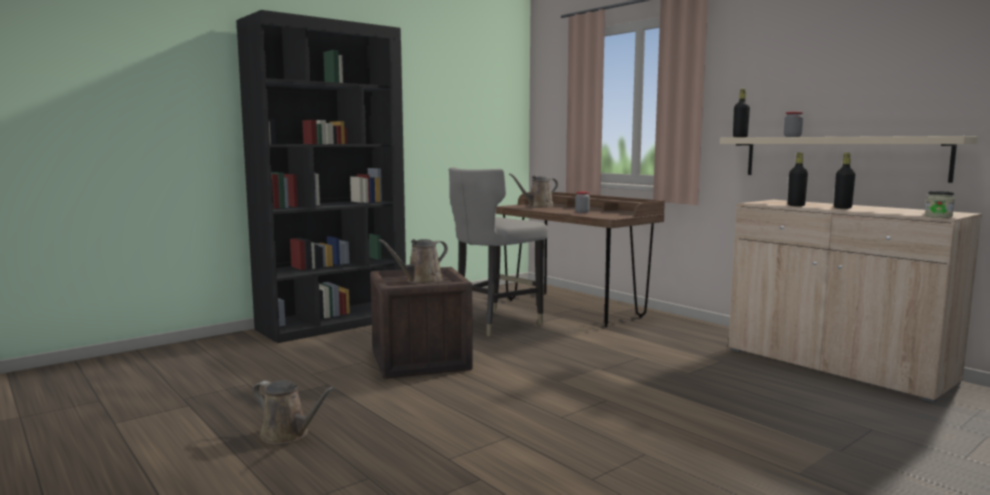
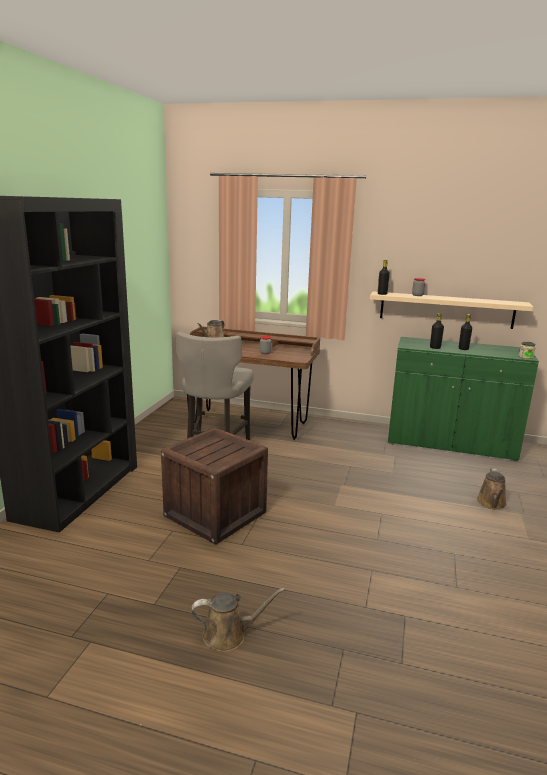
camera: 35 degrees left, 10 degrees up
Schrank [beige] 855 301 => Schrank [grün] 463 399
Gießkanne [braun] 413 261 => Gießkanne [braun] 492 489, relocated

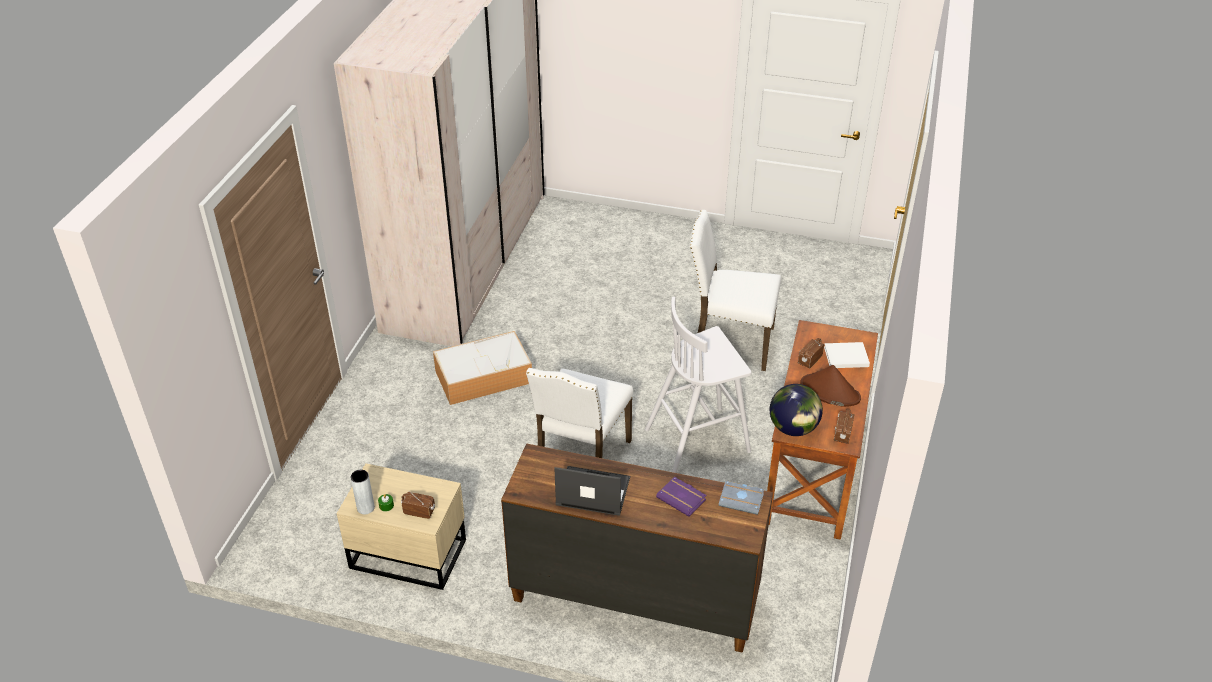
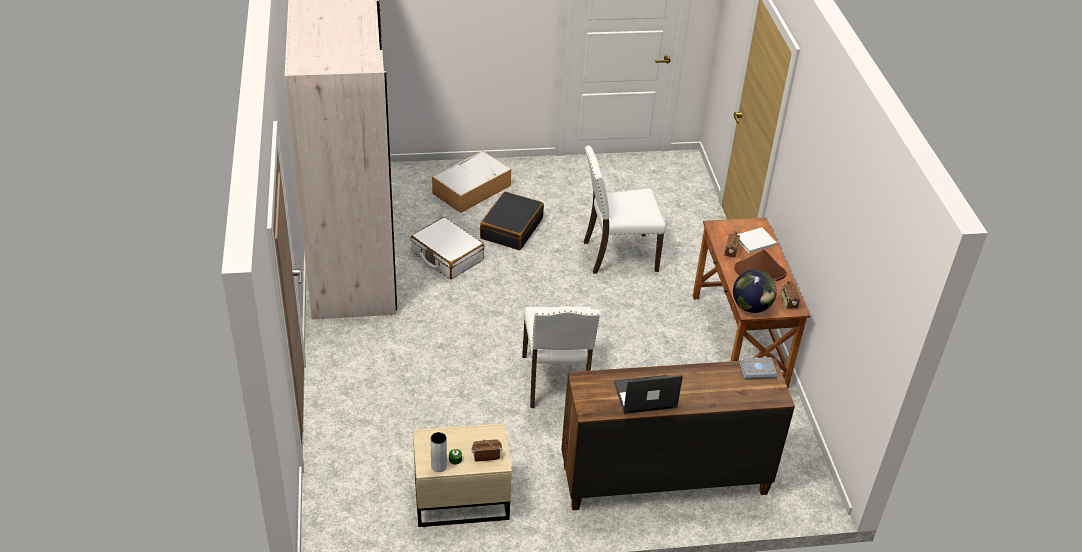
camera: 25 degrees left, 0 degrees up
Hocker [weiß] 698 385 => nothing
Aufbewahrungsbox 482 368 => Aufbewahrungsbox 471 182, relocated
Buch [lila] 681 497 => nothing
nothing => Koffer [schwarz] 512 220
nothing => Koffer [weiß] 447 248

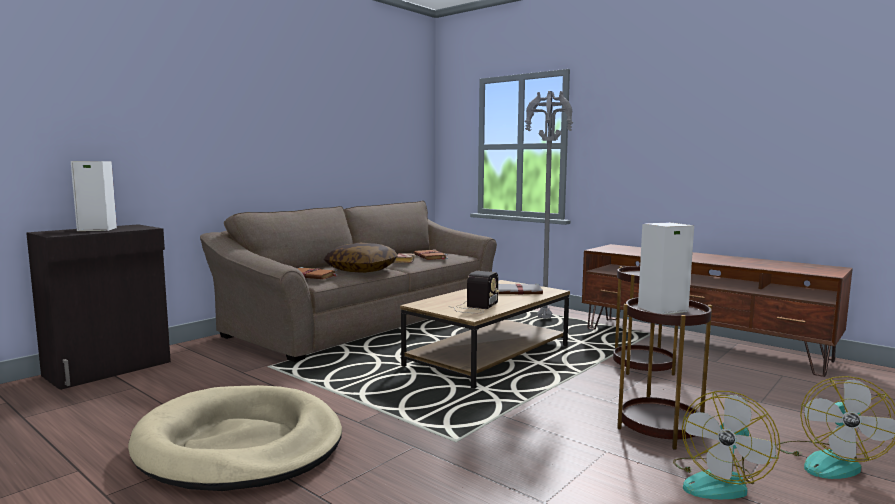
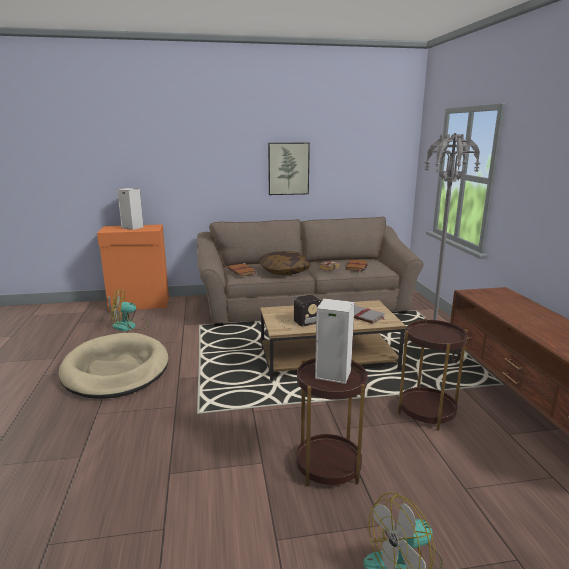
camera: 40 degrees right, 10 degrees up
Schrank [schwarz] 98 307 => Schrank [orange] 133 267
Ventilator 726 445 => Ventilator 130 310, relocated
nothing => Bild 289 169

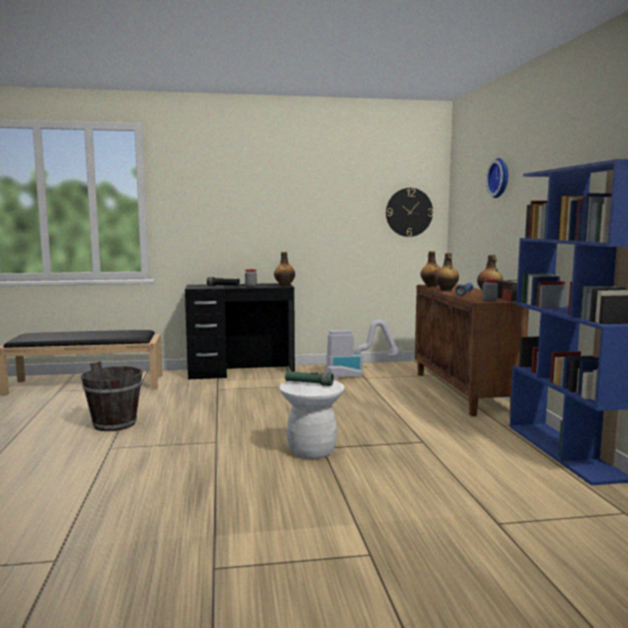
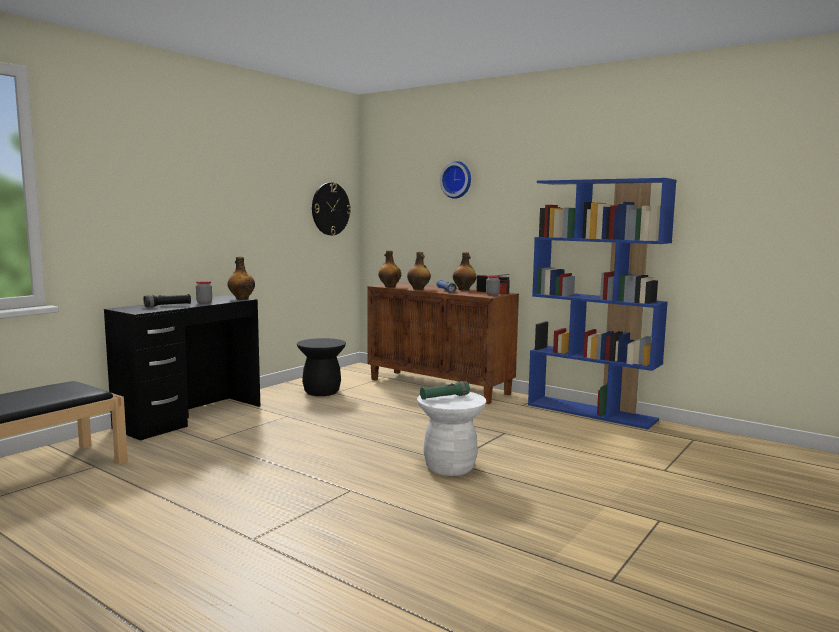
camera: 45 degrees left, 0 degrees up
Staubsauger 364 350 => Hocker [schwarz] 321 367
Eimer [braun] 112 396 => nothing

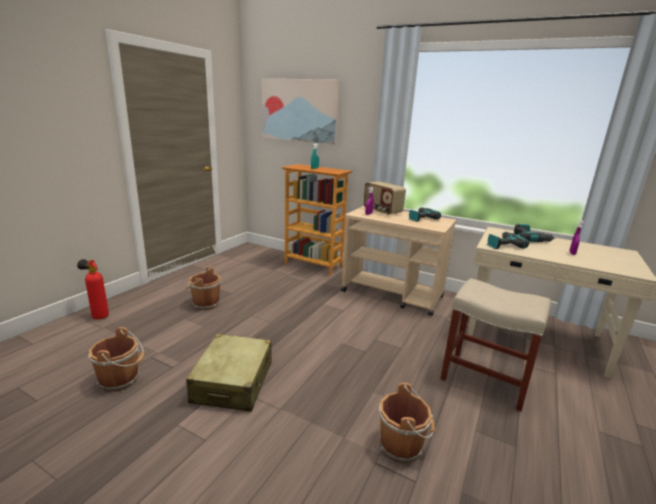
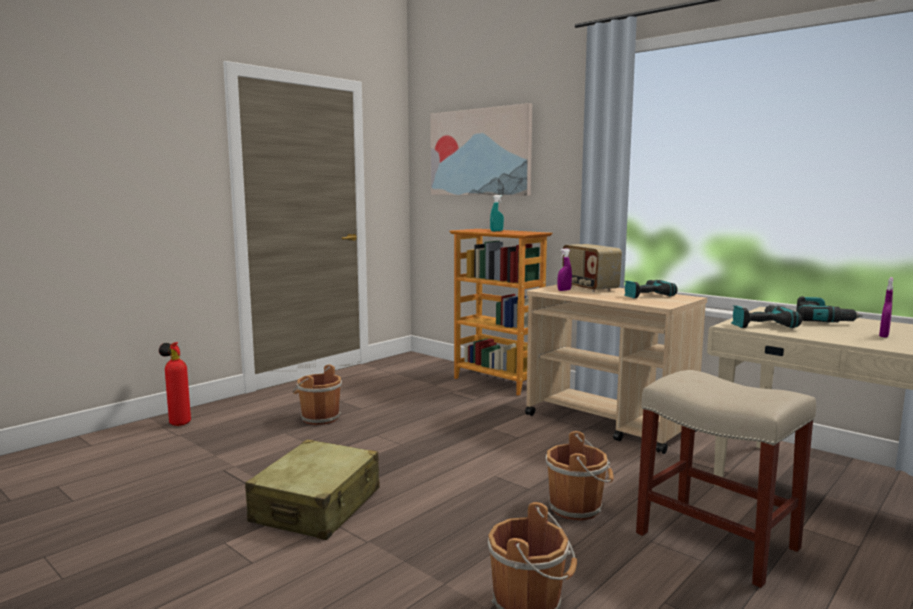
camera: 15 degrees right, 10 degrees down
Eimer [braun] 117 359 => Eimer [braun] 580 476, relocated

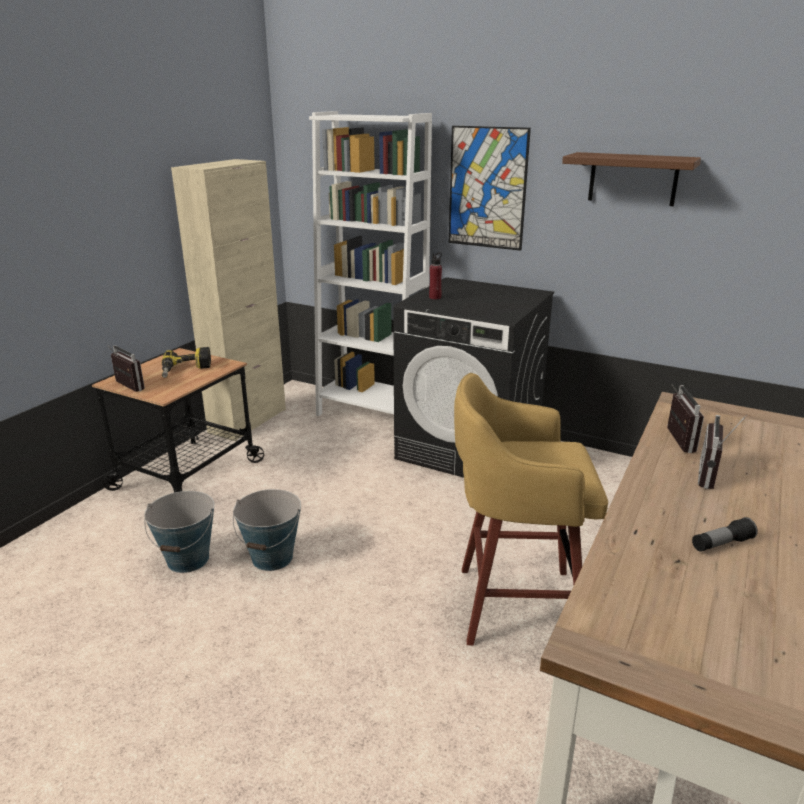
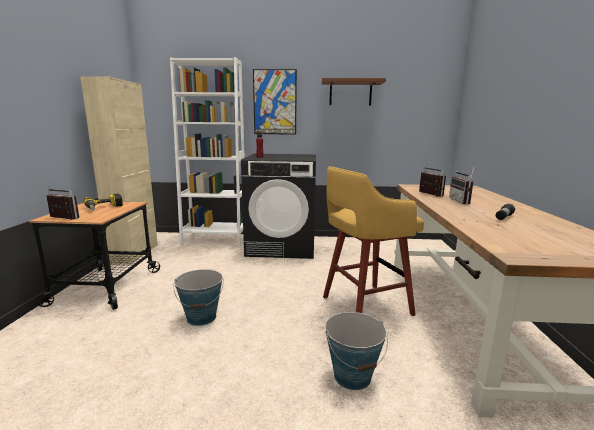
camera: 25 degrees left, 10 degrees down
Eimer 179 532 => Eimer 356 351, relocated

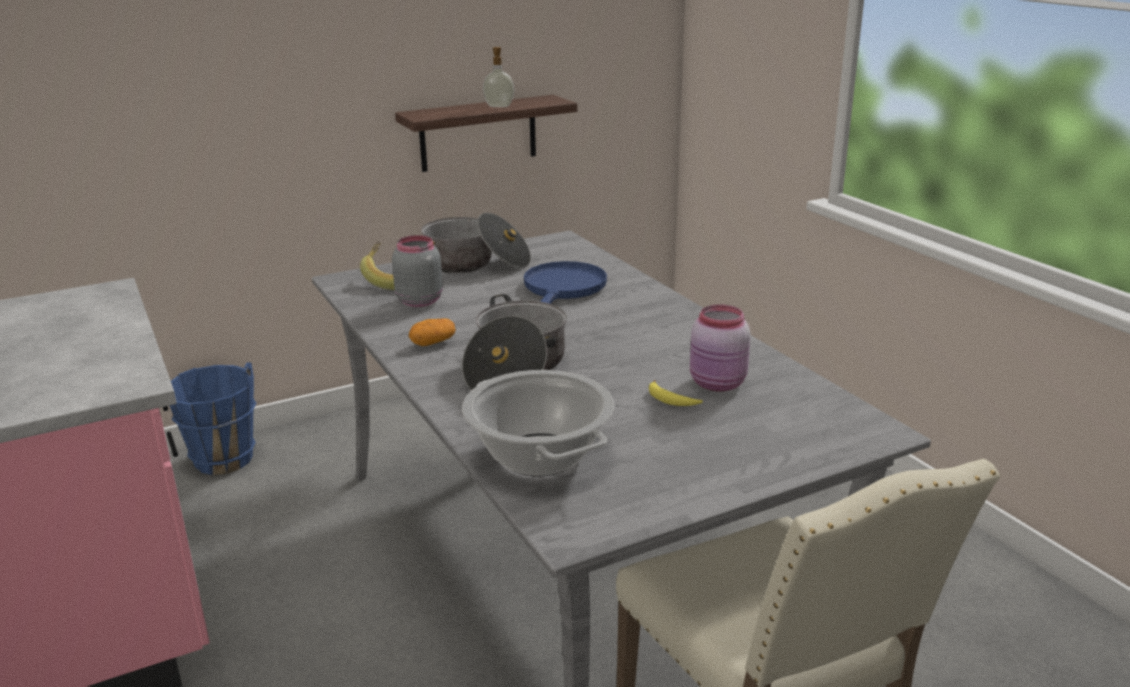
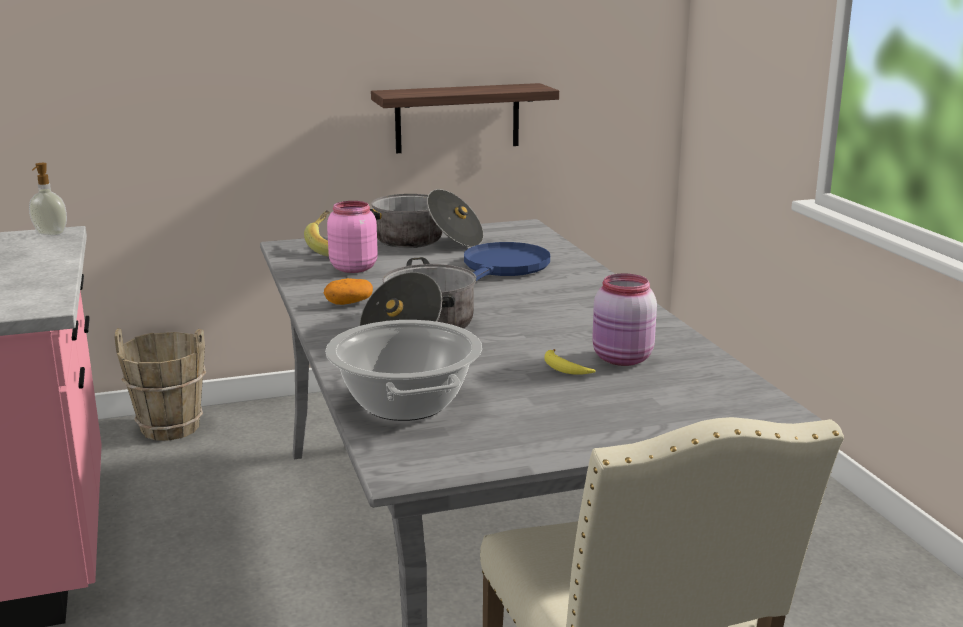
camera: 10 degrees right, 5 degrees down
Seifenspender 498 77 => Seifenspender 48 199, relocated
Vorratsglas [grau] 417 271 => Vorratsglas [rosa] 352 237
Eimer [blau] 213 419 => Eimer [braun] 160 384

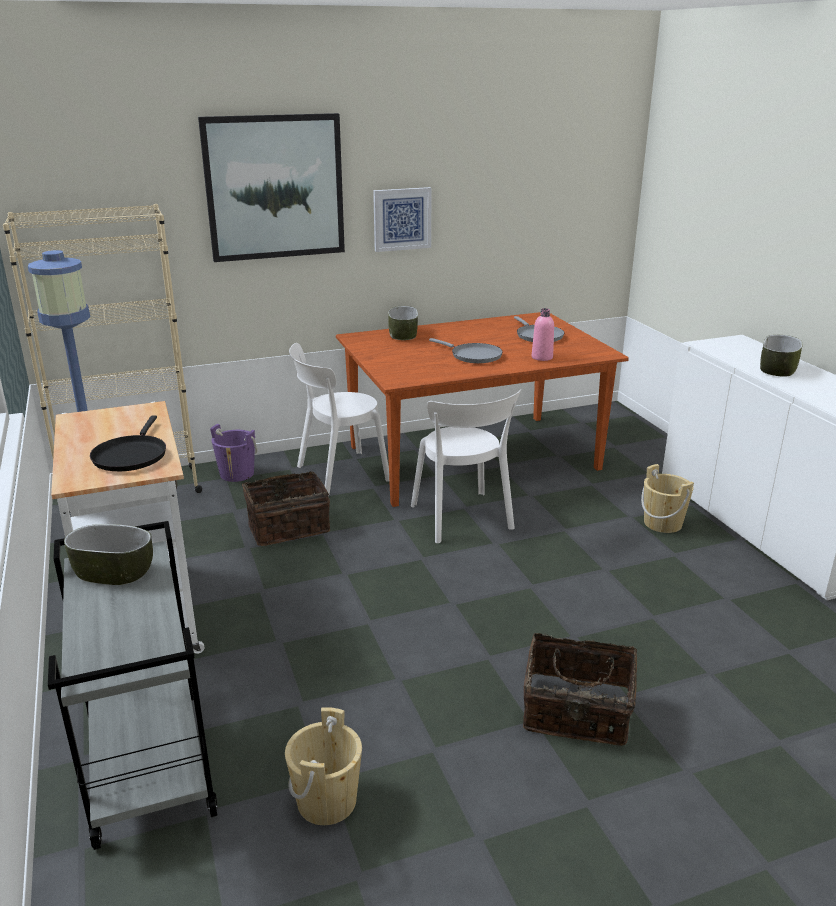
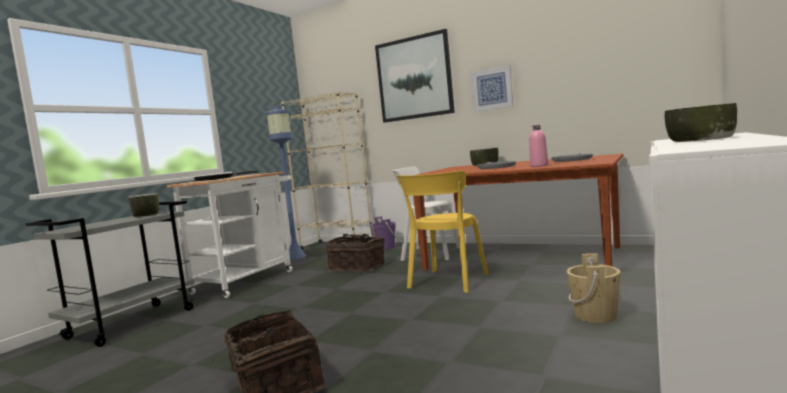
camera: 50 degrees right, 20 degrees down
Stuhl [weiß] 466 466 => Stuhl [gelb] 443 232
Eimer [beige] 323 766 => nothing

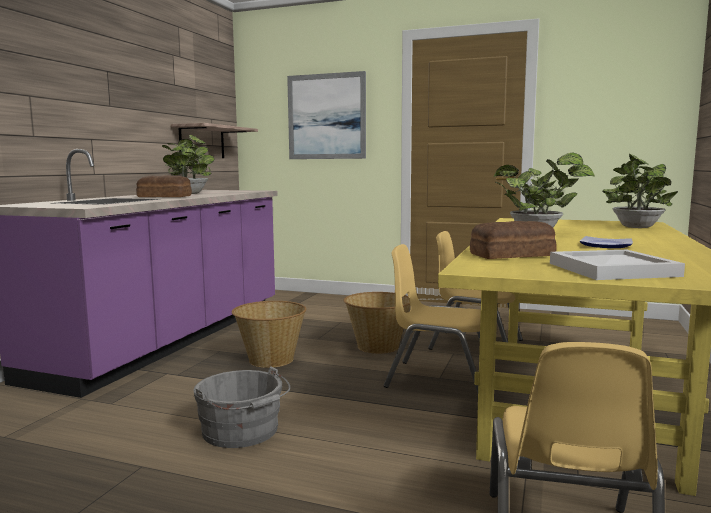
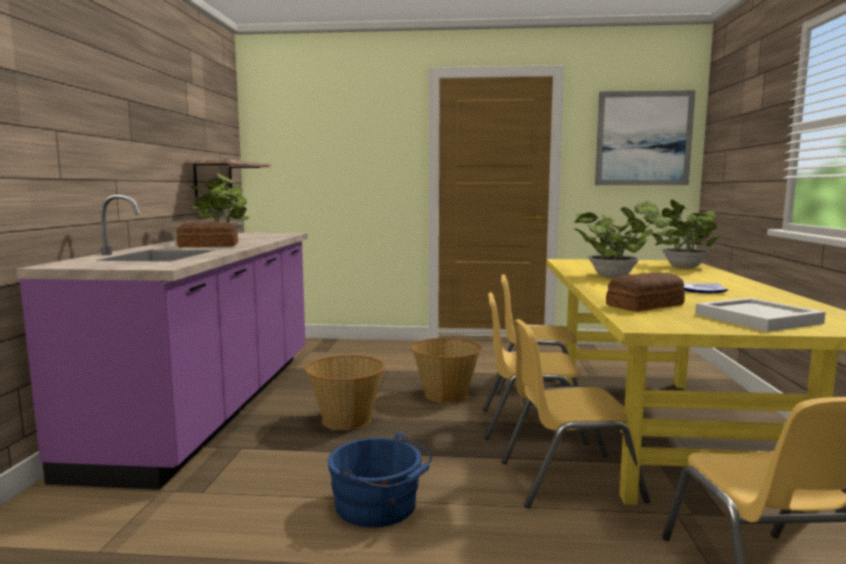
camera: 15 degrees left, 0 degrees up
Bild 326 115 => Bild 645 137, relocated
Eimer [grau] 241 407 => Eimer [blau] 380 480
nothing => Stuhl [gelb] 575 413

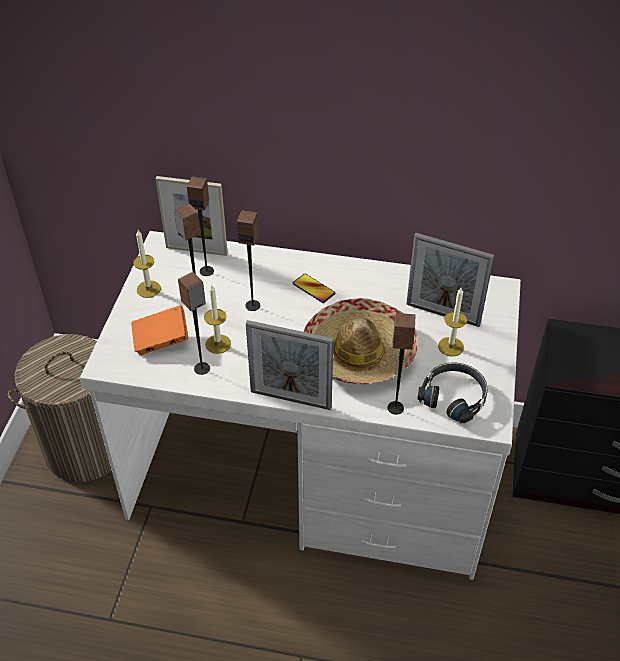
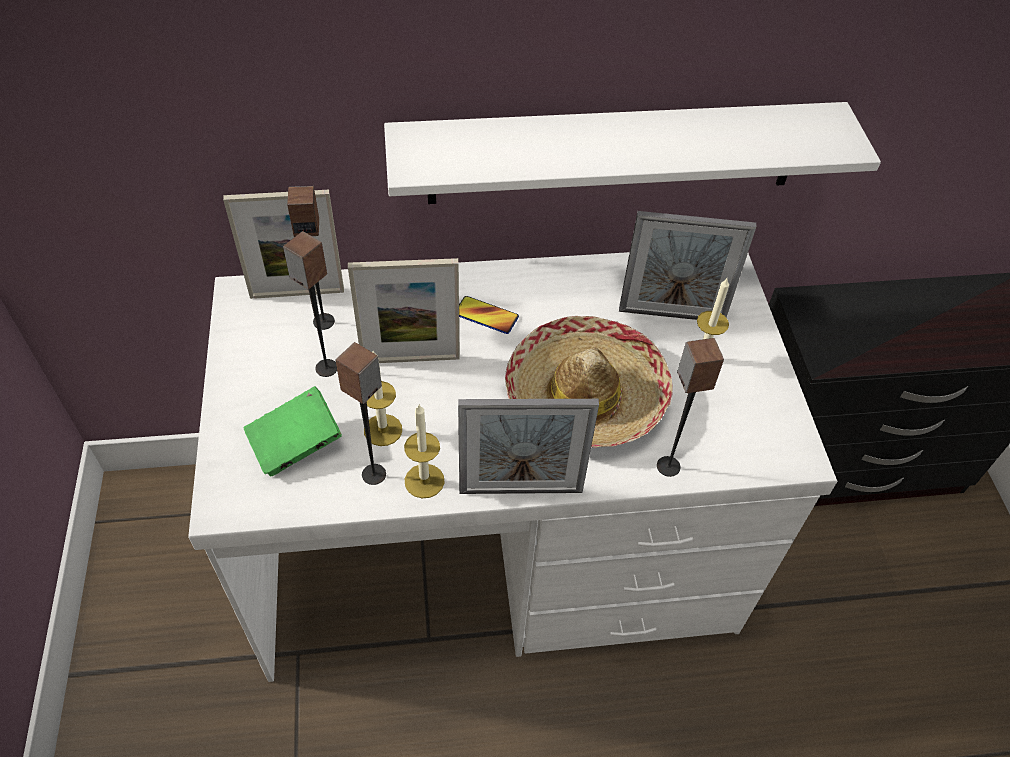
camera: 20 degrees left, 5 degrees up
Lautsprecher 248 260 => Bilderrahmen 404 310
Kerze 147 264 => Kerze 424 451, relocated
Buch [orange] 159 330 => Buch [grün] 293 431
Wäschekorb 60 408 => nothing
Kopfhörer [schwarz] 453 392 => nothing
nothing => Wandregal [weiß] 632 153

